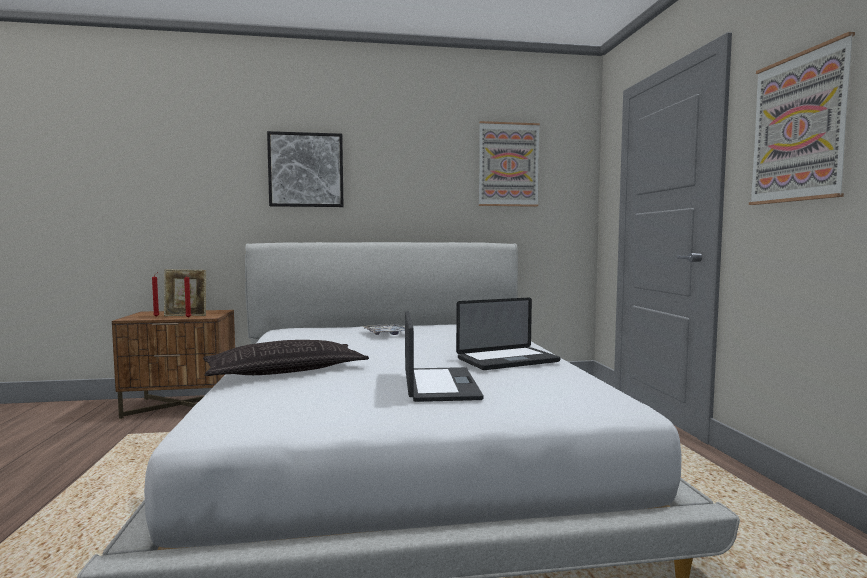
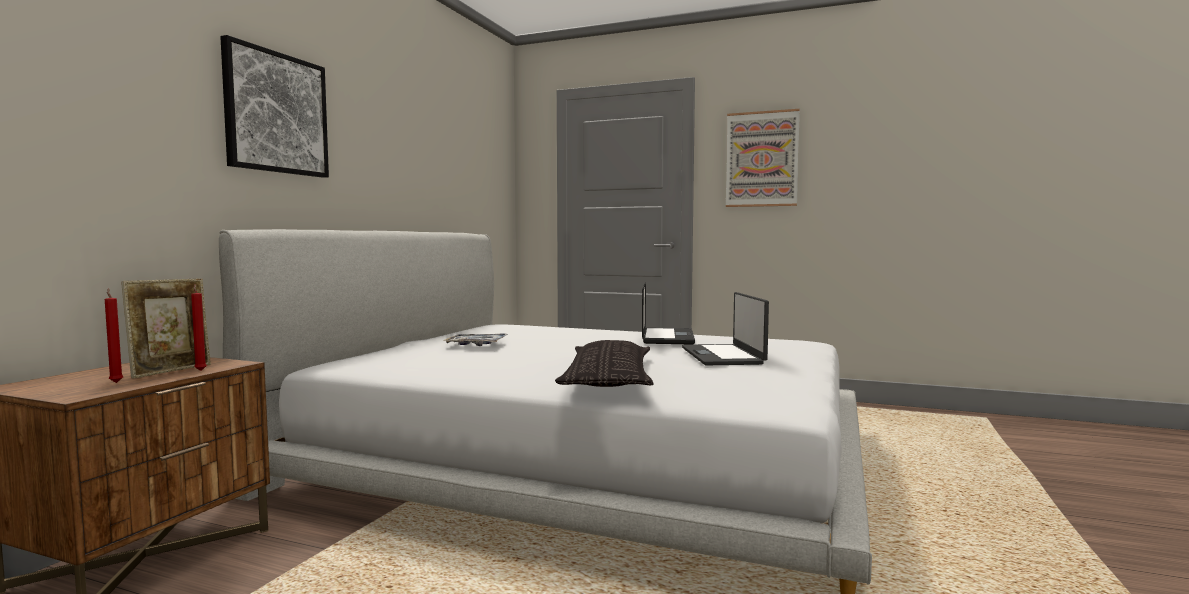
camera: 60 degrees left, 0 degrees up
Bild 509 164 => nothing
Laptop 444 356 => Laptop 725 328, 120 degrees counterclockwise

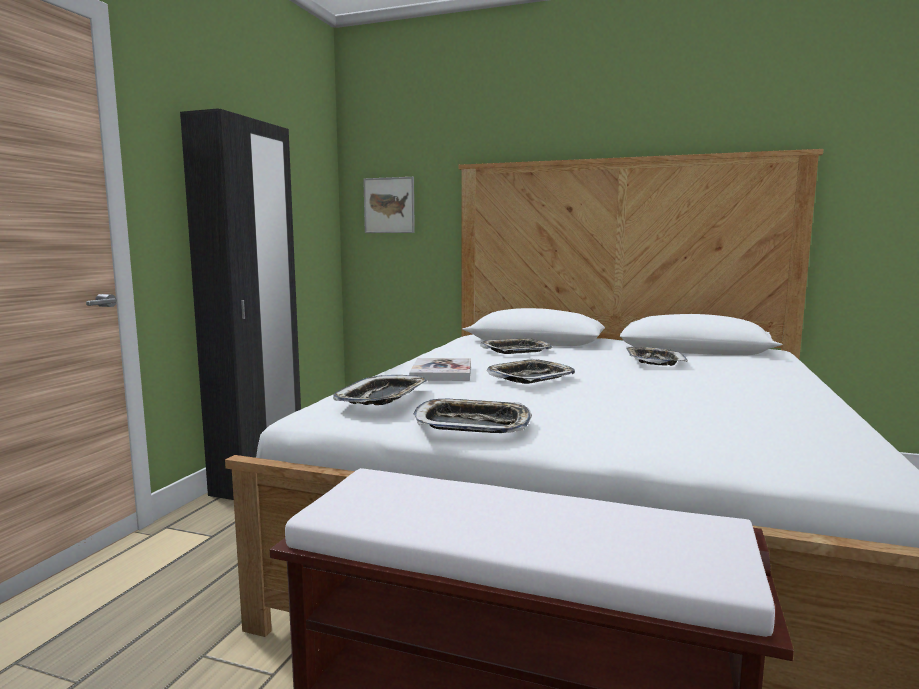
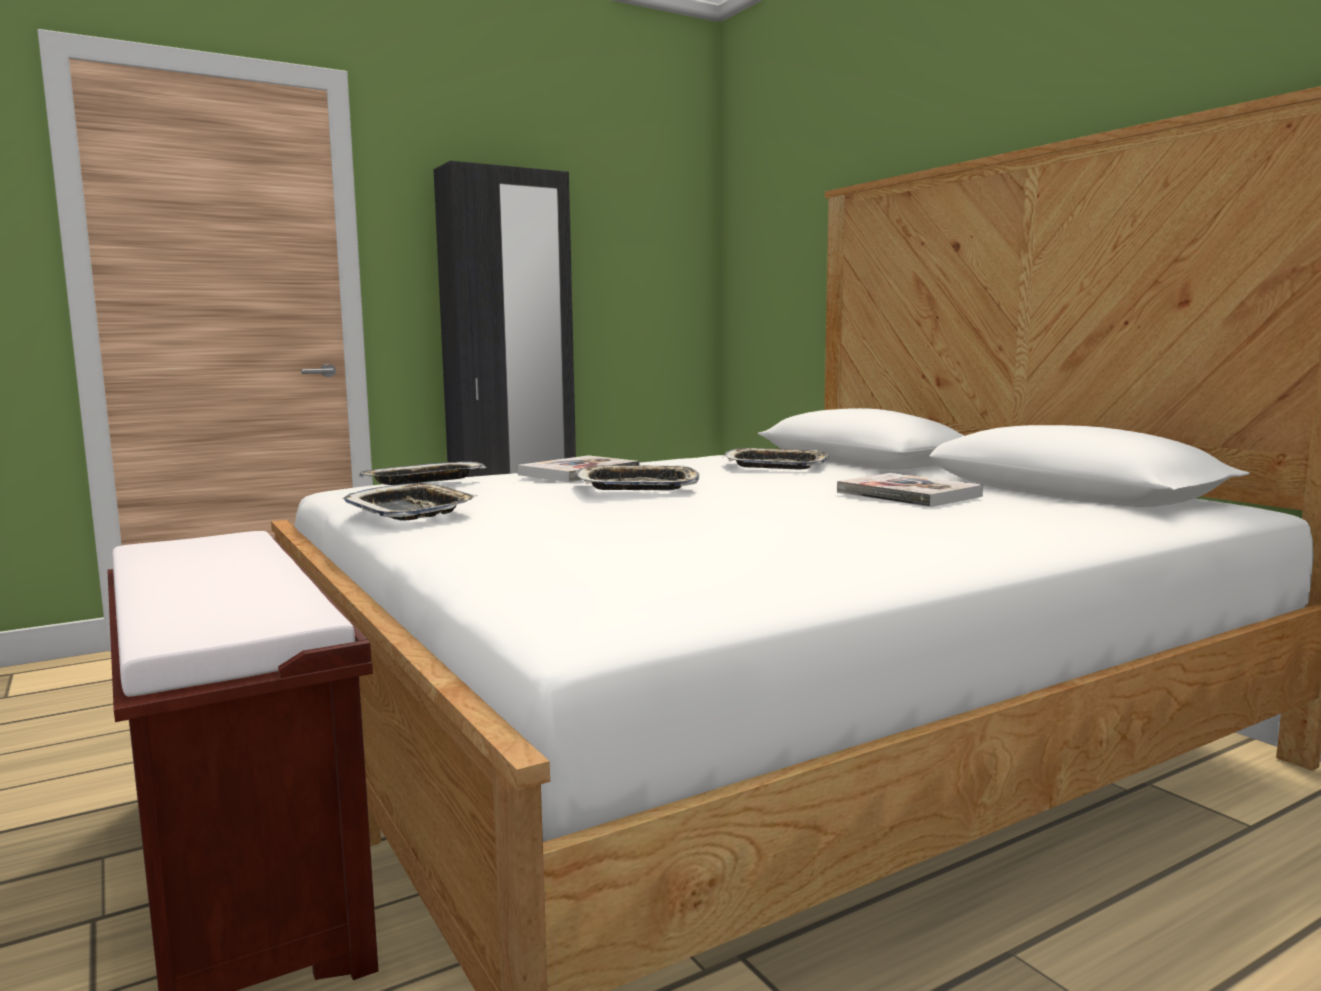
camera: 40 degrees right, 0 degrees up
Bild 389 205 => nothing
Tablett 657 356 => Buch 910 490

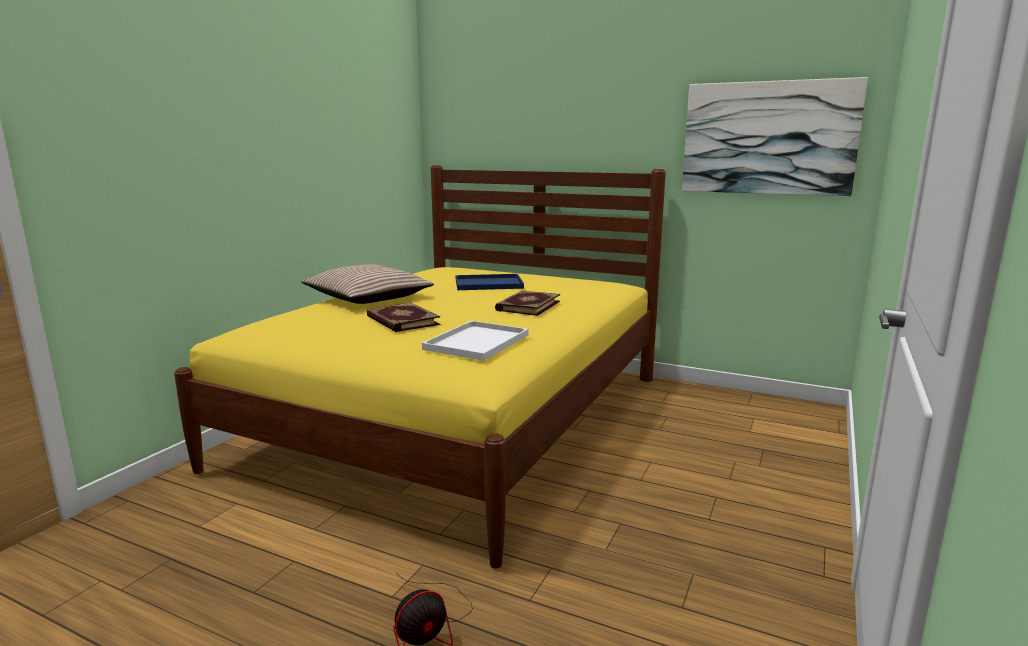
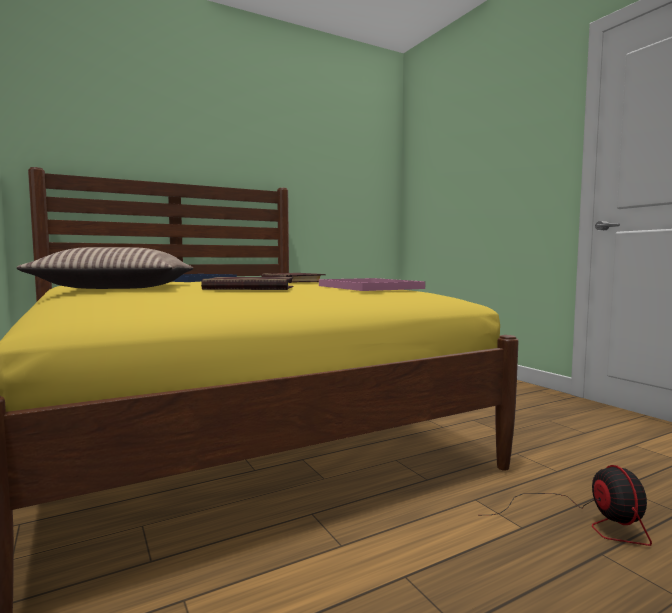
camera: 55 degrees left, 10 degrees down
Bild 775 136 => nothing
Tablett [weiß] 475 341 => Tablett [rosa] 372 284

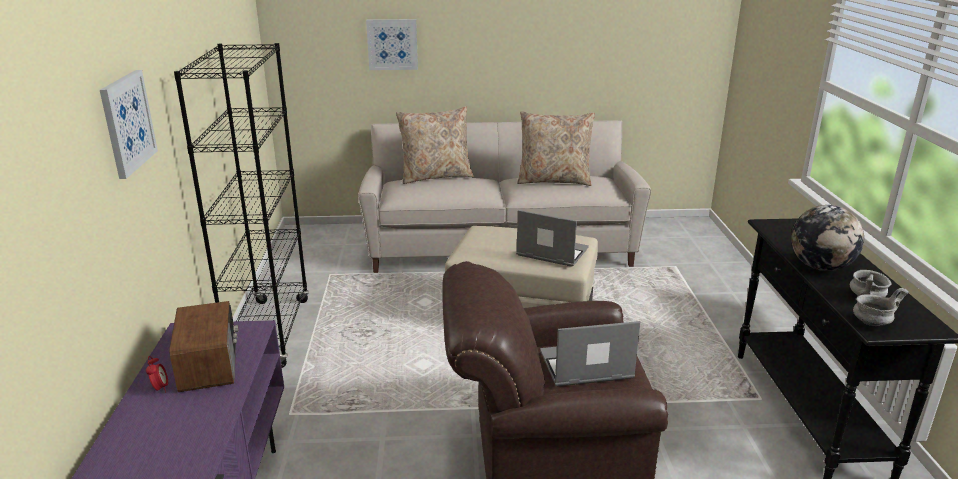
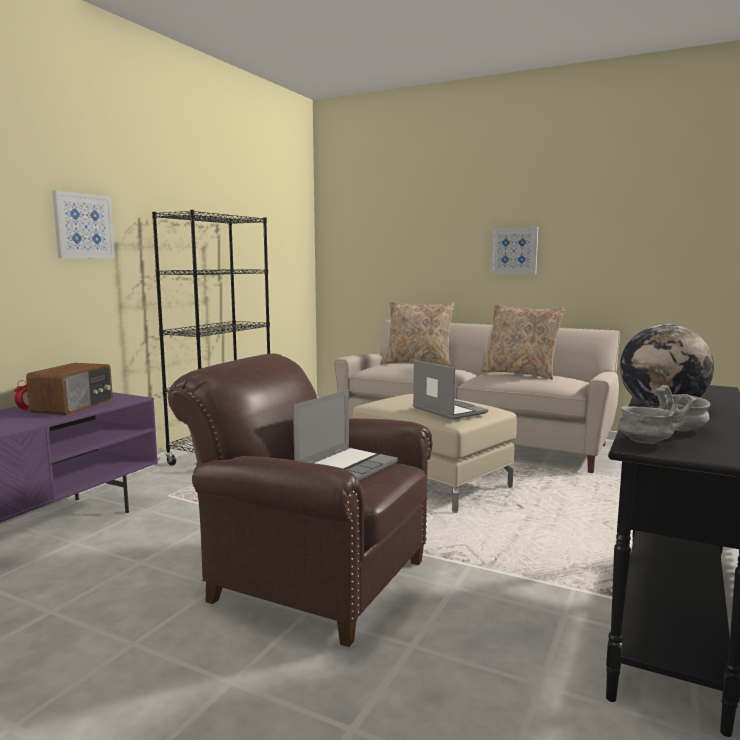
camera: 30 degrees right, 15 degrees down
Bild 392 44 => Bild 514 250, relocated
Laptop 590 353 => Laptop 345 435, 105 degrees clockwise

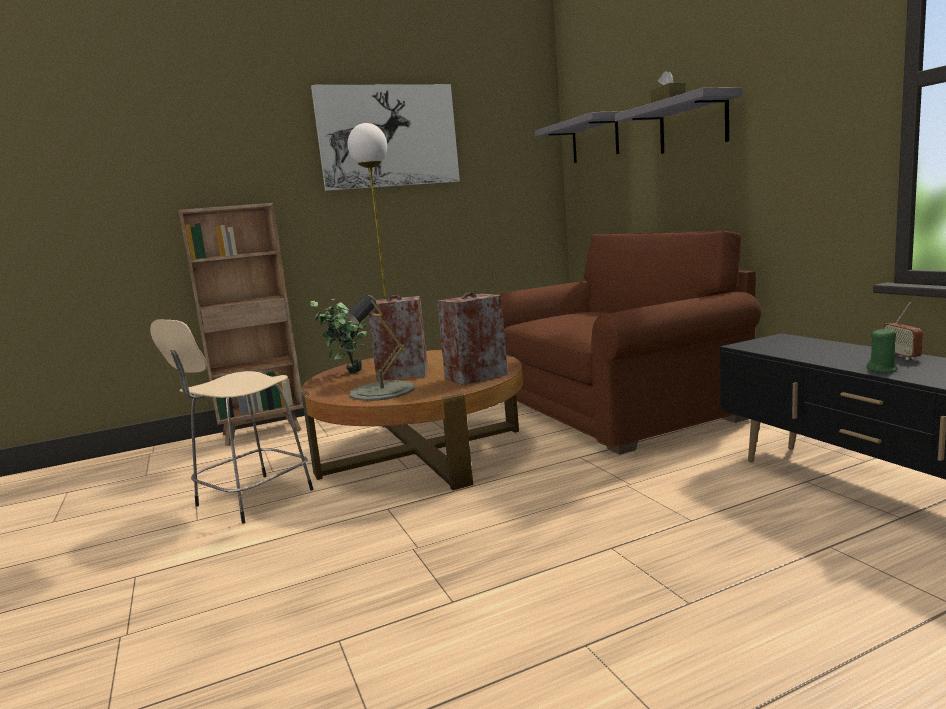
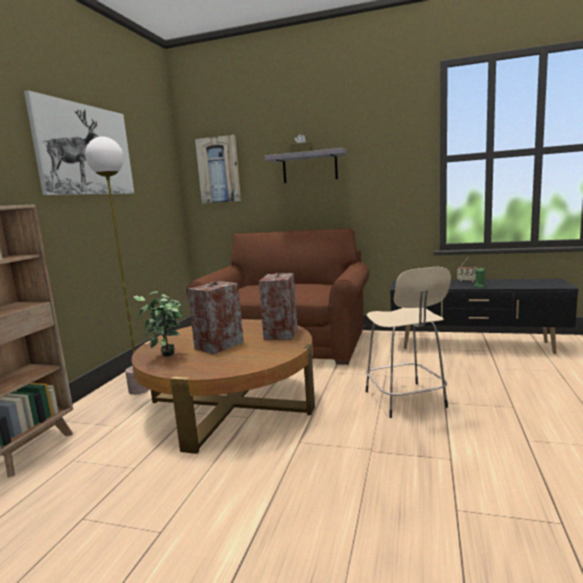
camera: 50 degrees left, 0 degrees up
Wandregal [grau] 579 137 => Bild 218 169
Tischlampe [grau] 381 348 => nothing
Hocker [beige] 231 421 => Hocker [beige] 408 342, relocated

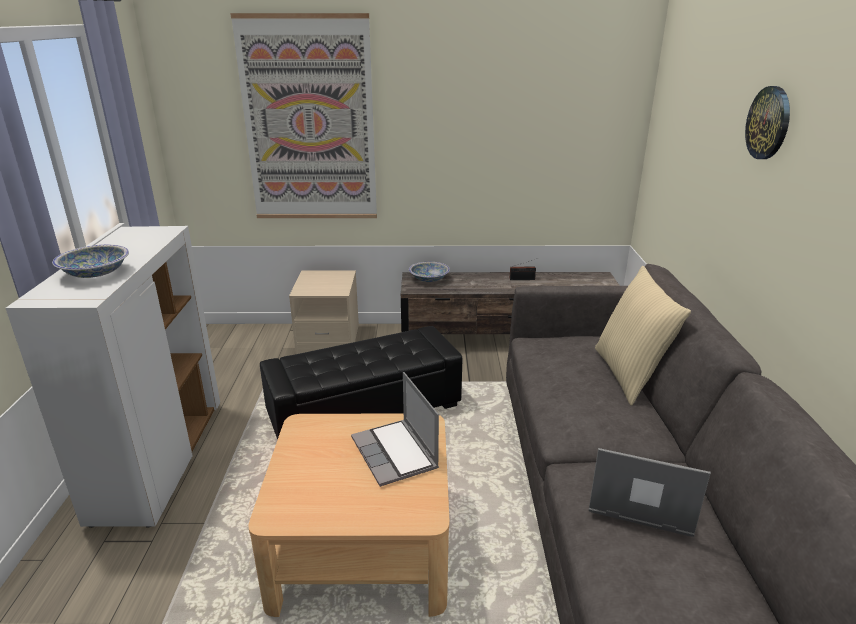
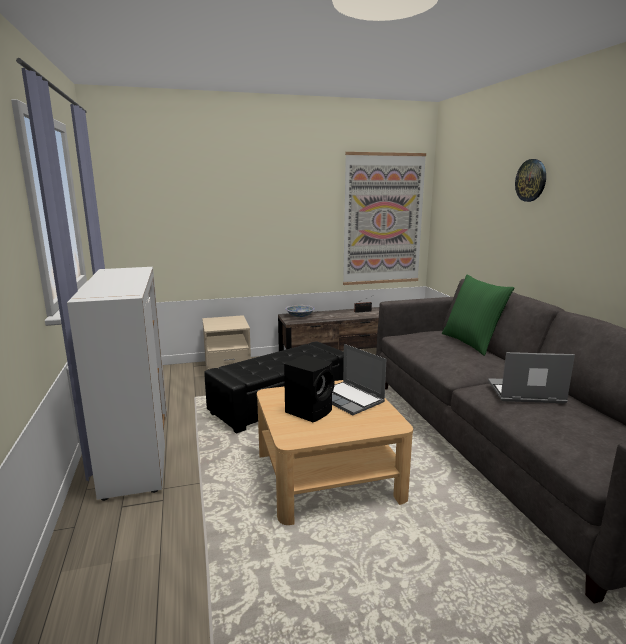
camera: 15 degrees left, 10 degrees down
Bild 303 115 => Bild 384 218, relocated
Schüssel 90 261 => nothing
Kissen [beige] 643 336 => Kissen [grün] 478 315
nothing => Lautsprecher [schwarz] 309 388

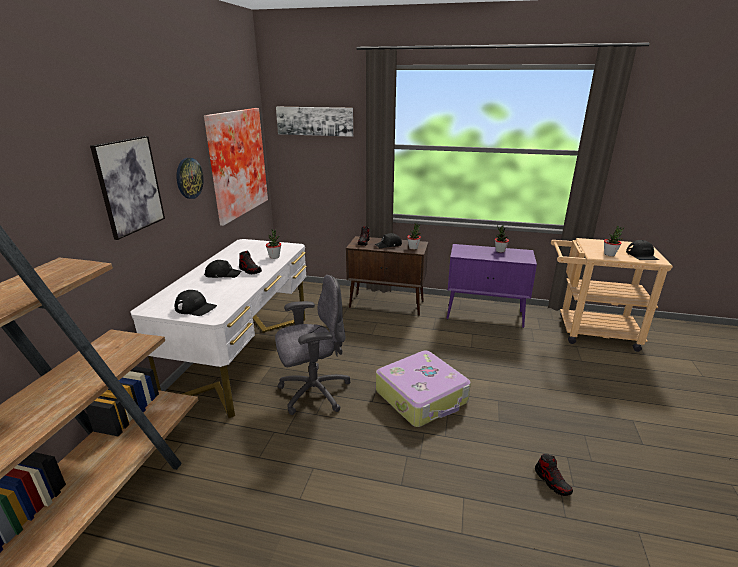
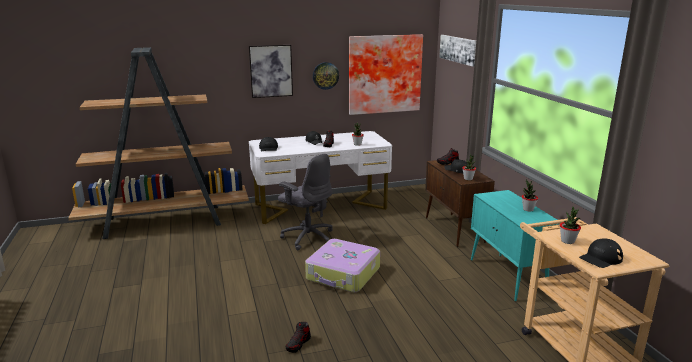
camera: 60 degrees right, 5 degrees down
Schrank [lila] 492 286 => Schrank [türkis] 515 246

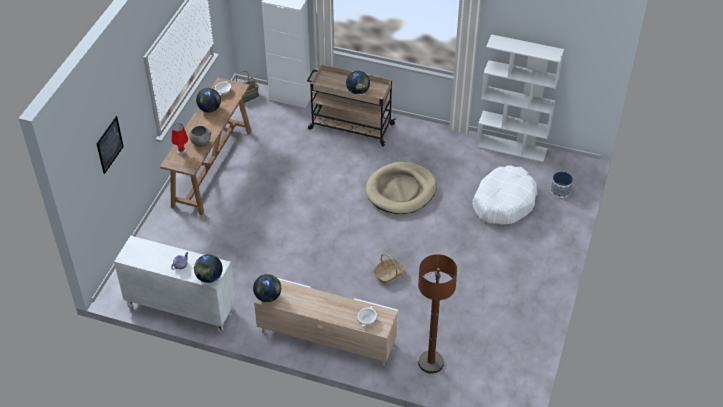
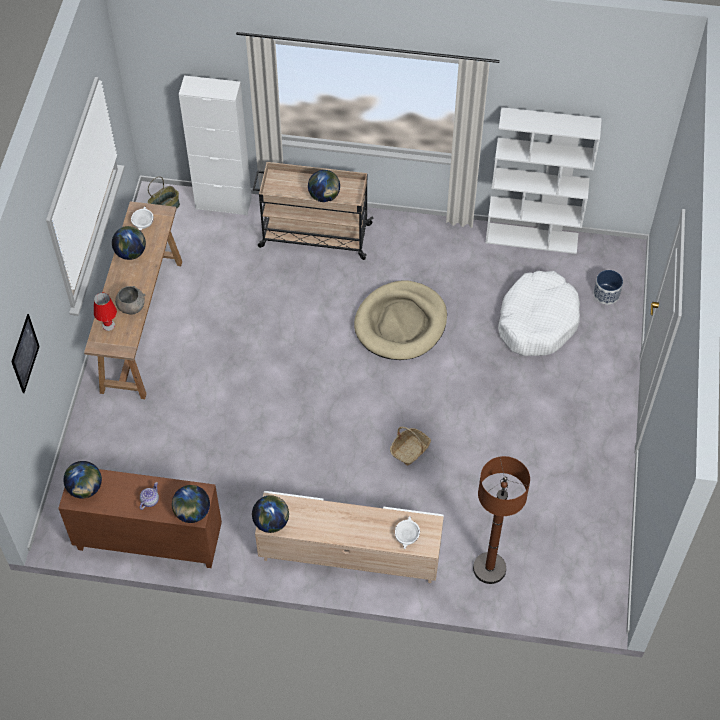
camera: 10 degrees left, 10 degrees up
Schrank [weiß] 175 284 => Schrank [braun] 140 518
nothing => Globus 82 480

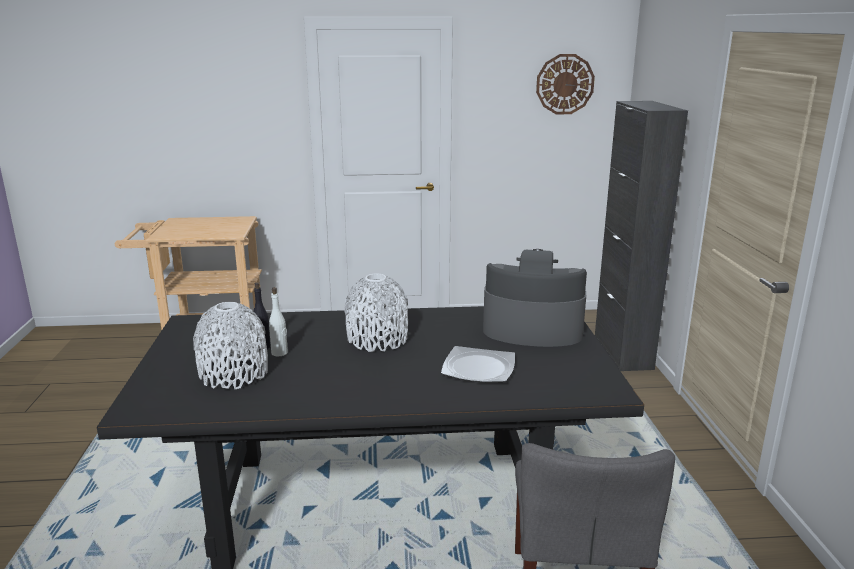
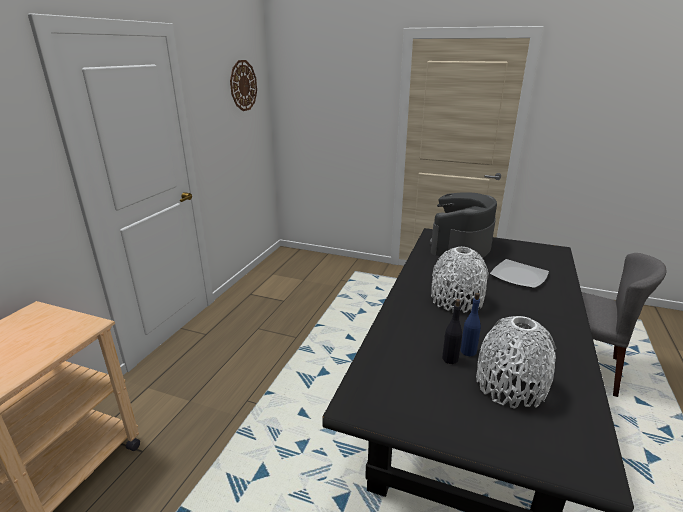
camera: 65 degrees left, 5 degrees up
Schrank [schwarz] 641 236 => nothing
Flasche [weiß] 278 321 => Flasche [blau] 471 324

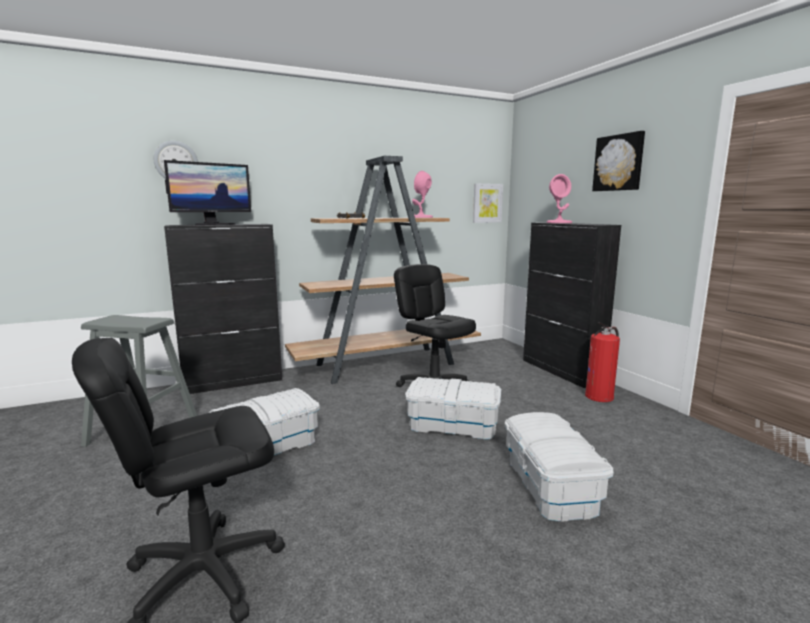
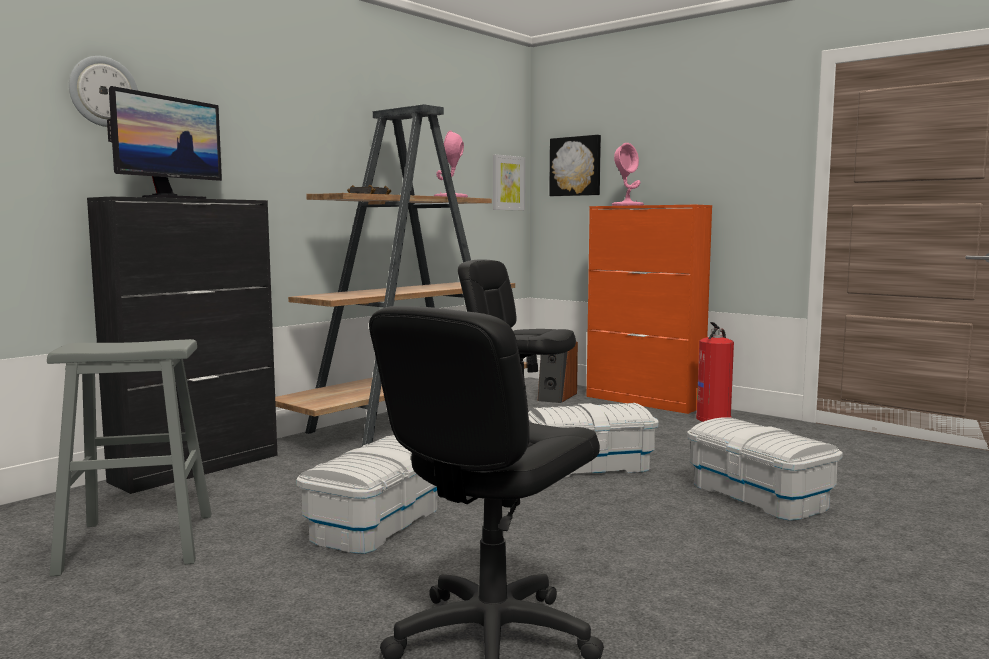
camera: 25 degrees left, 5 degrees down
Bild 618 161 => Bild 575 165, relocated
Schrank [schwarz] 572 305 => Schrank [orange] 649 309
nothing => Lautsprecher 558 372

